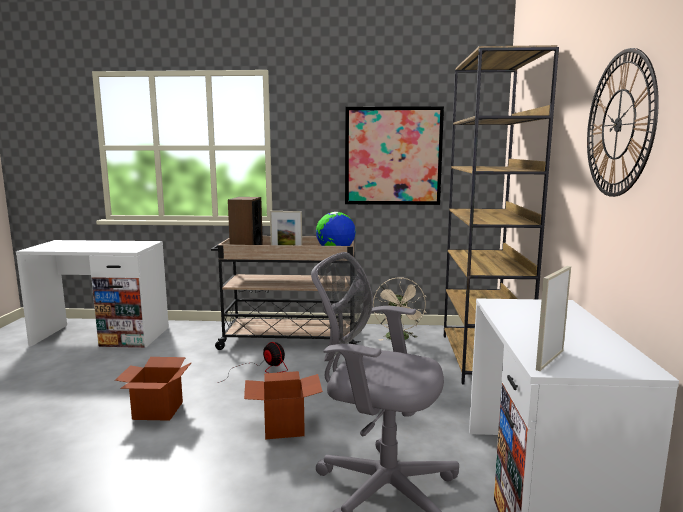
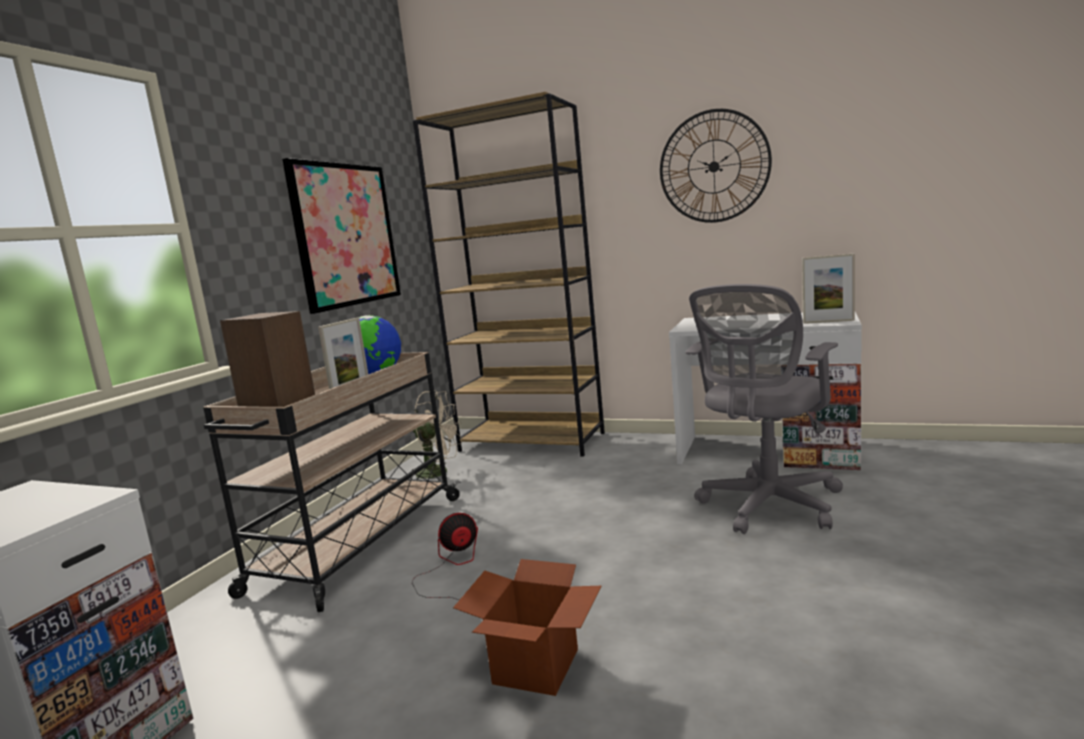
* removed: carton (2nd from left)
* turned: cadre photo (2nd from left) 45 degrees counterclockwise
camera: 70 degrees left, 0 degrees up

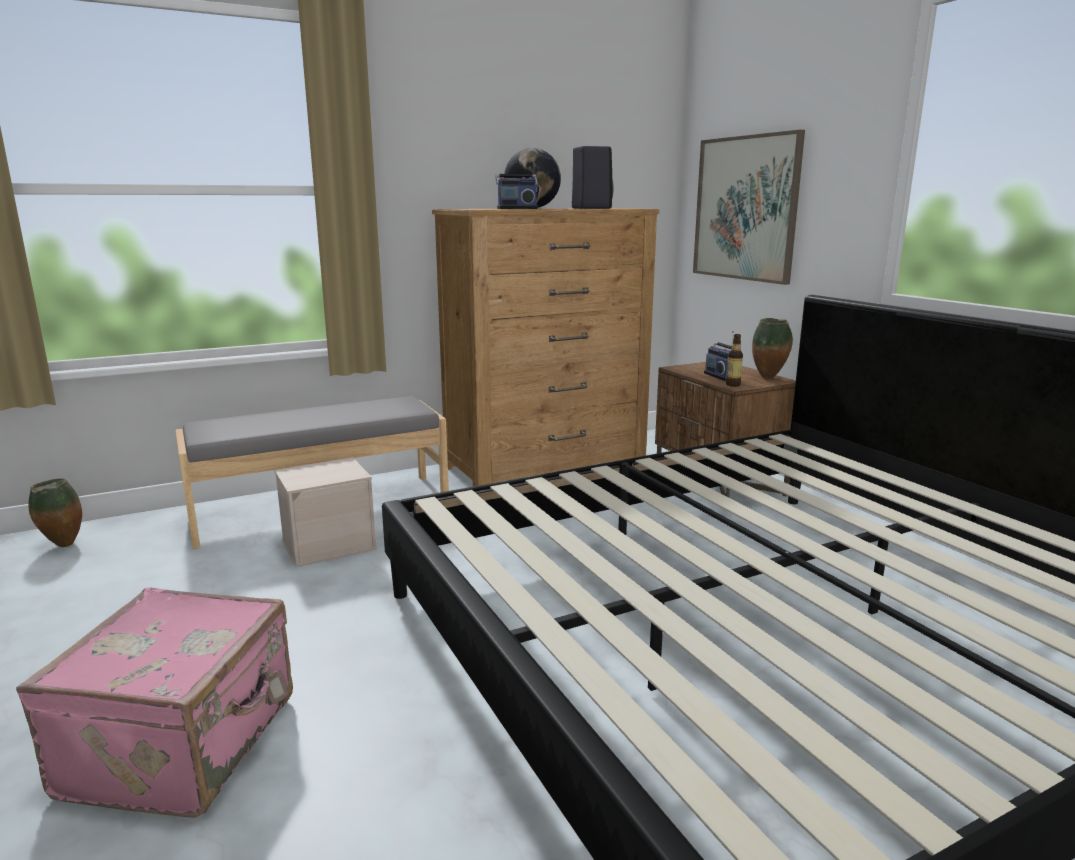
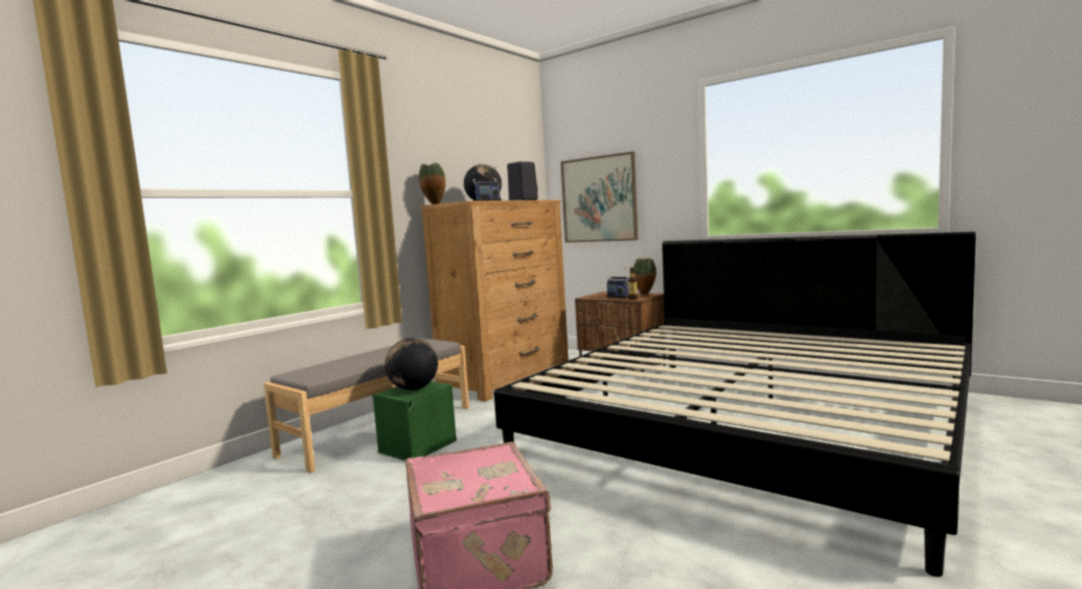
* moved: vase (1st from left)
* recoloured: boîte de rangement (beige) to boîte de rangement (vert)
* added: globe (1st from left)
camera: 25 degrees left, 10 degrees down

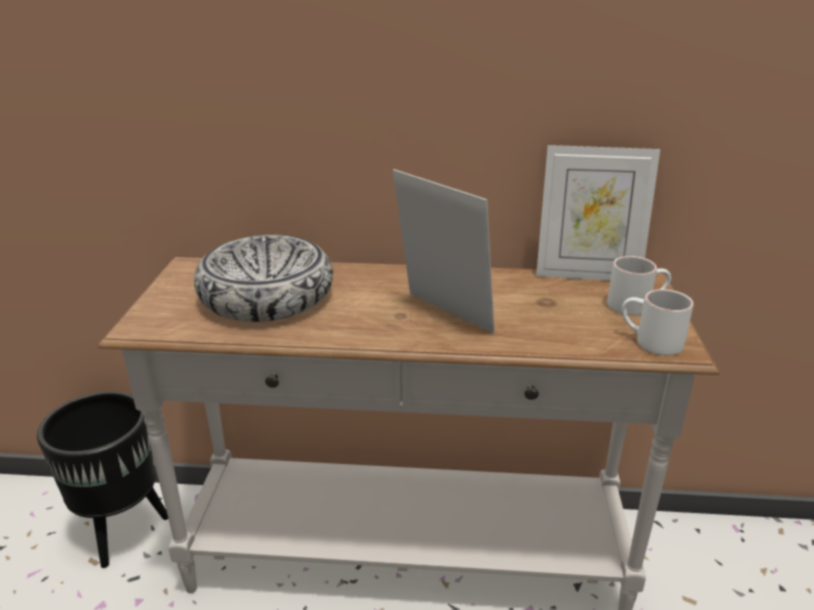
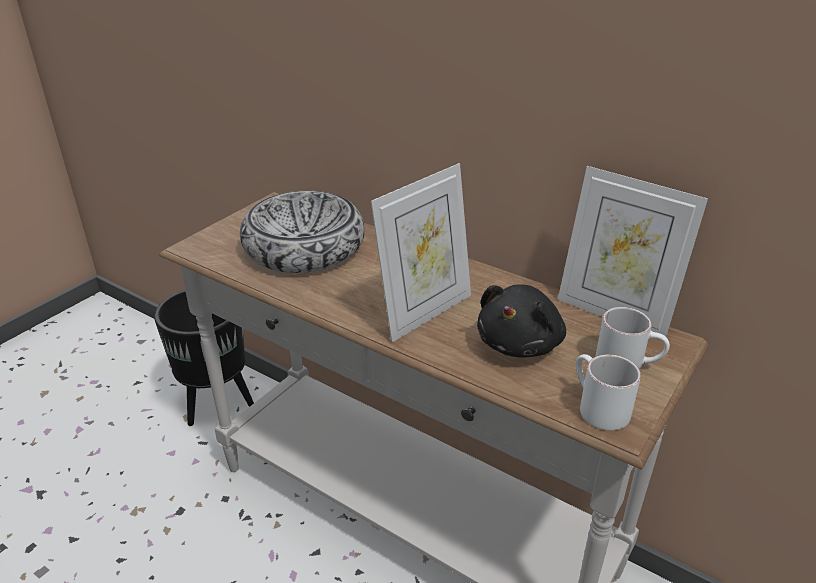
* turned: cadre photo (1st from left) 60 degrees clockwise
* added: peluche (noir)
camera: 30 degrees right, 5 degrees up

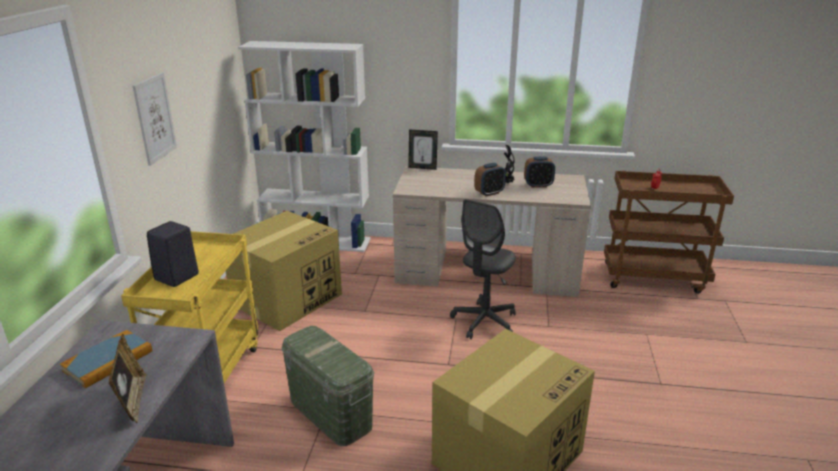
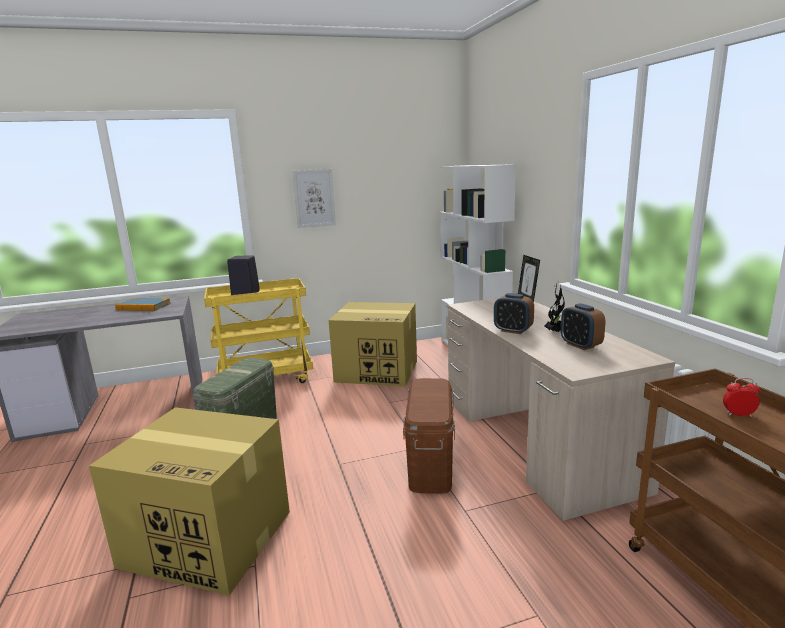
* removed: cadre photo (1st from left)
* replaced: chaise de bureau (gris) to boîte de rangement (marron)
camera: 65 degrees right, 10 degrees down

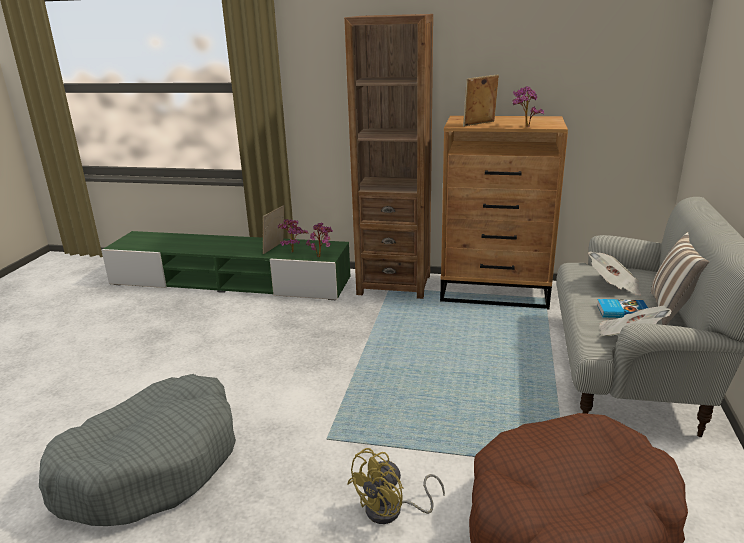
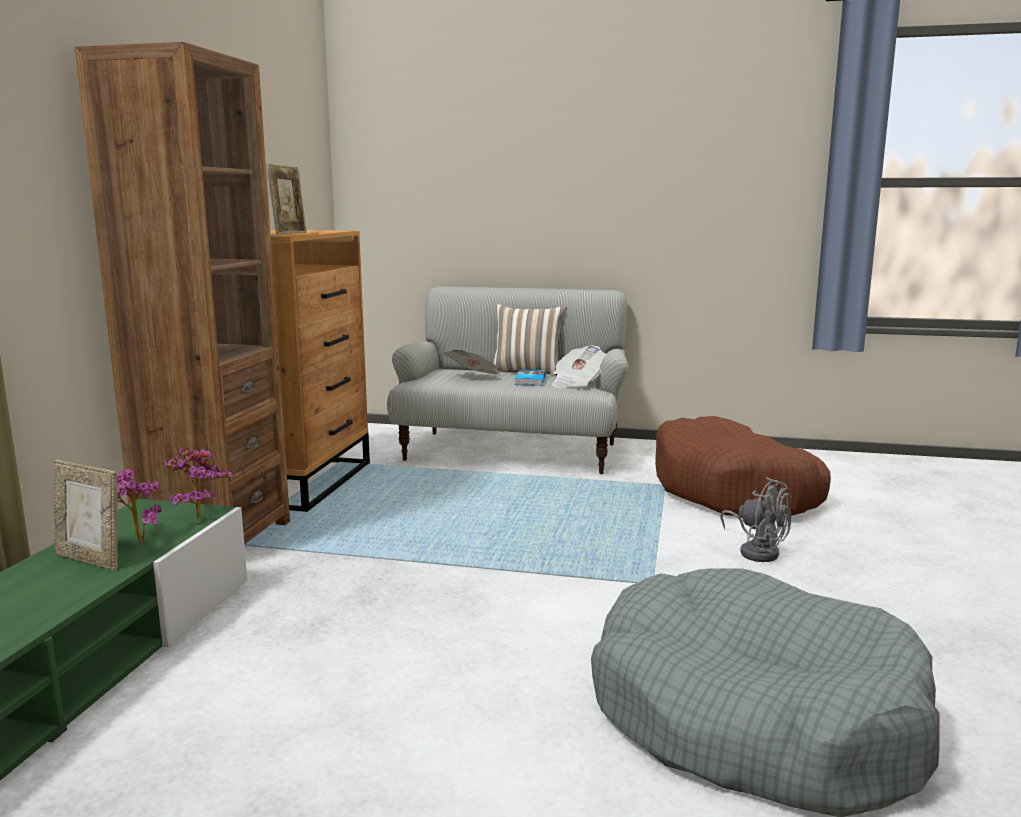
* recoloured: ventilateur (jaune) to ventilateur (gris)
* turned: cadre photo (2nd from left) 135 degrees counterclockwise
* removed: plante en pot (3rd from left)
camera: 90 degrees left, 10 degrees down

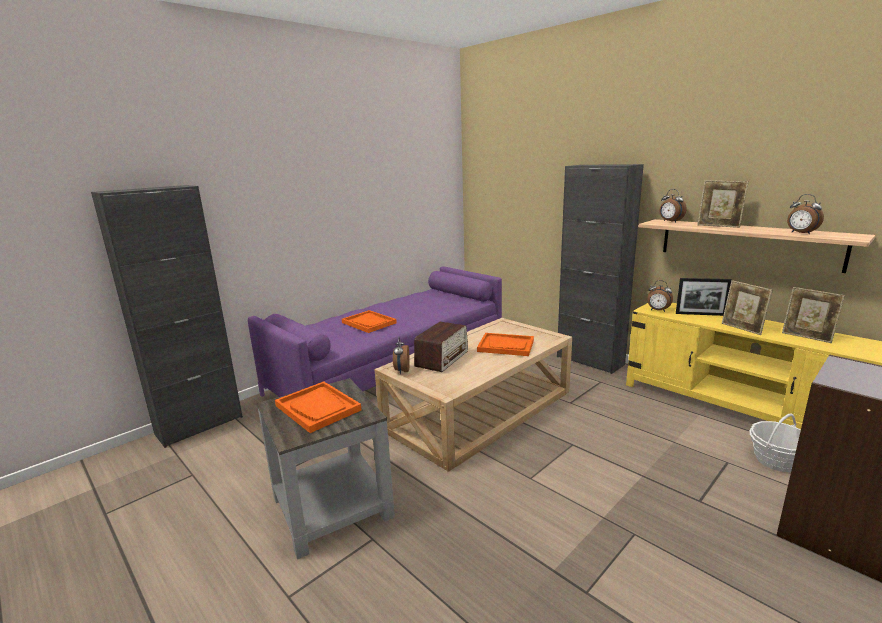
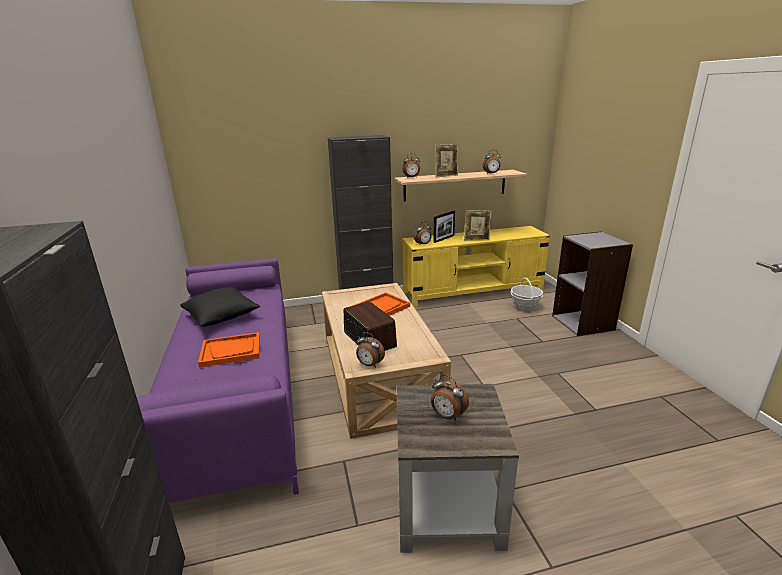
* replaced: plateau (orange) (1st from left) to réveil (4th from left)
* removed: cadre photo (4th from left)
* added: coussin (noir)
camera: 60 degrees left, 5 degrees up

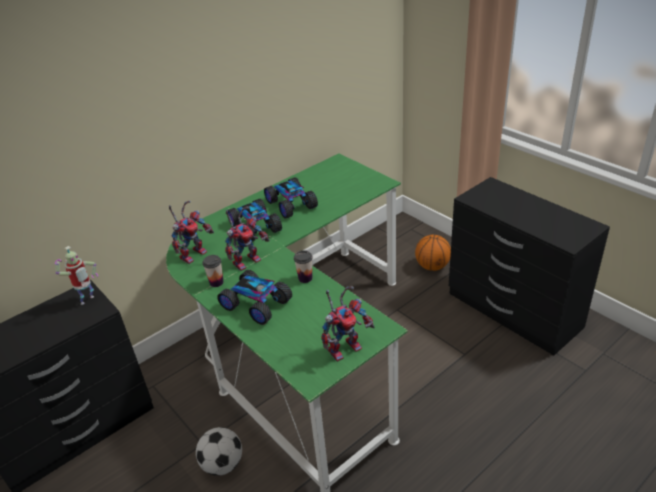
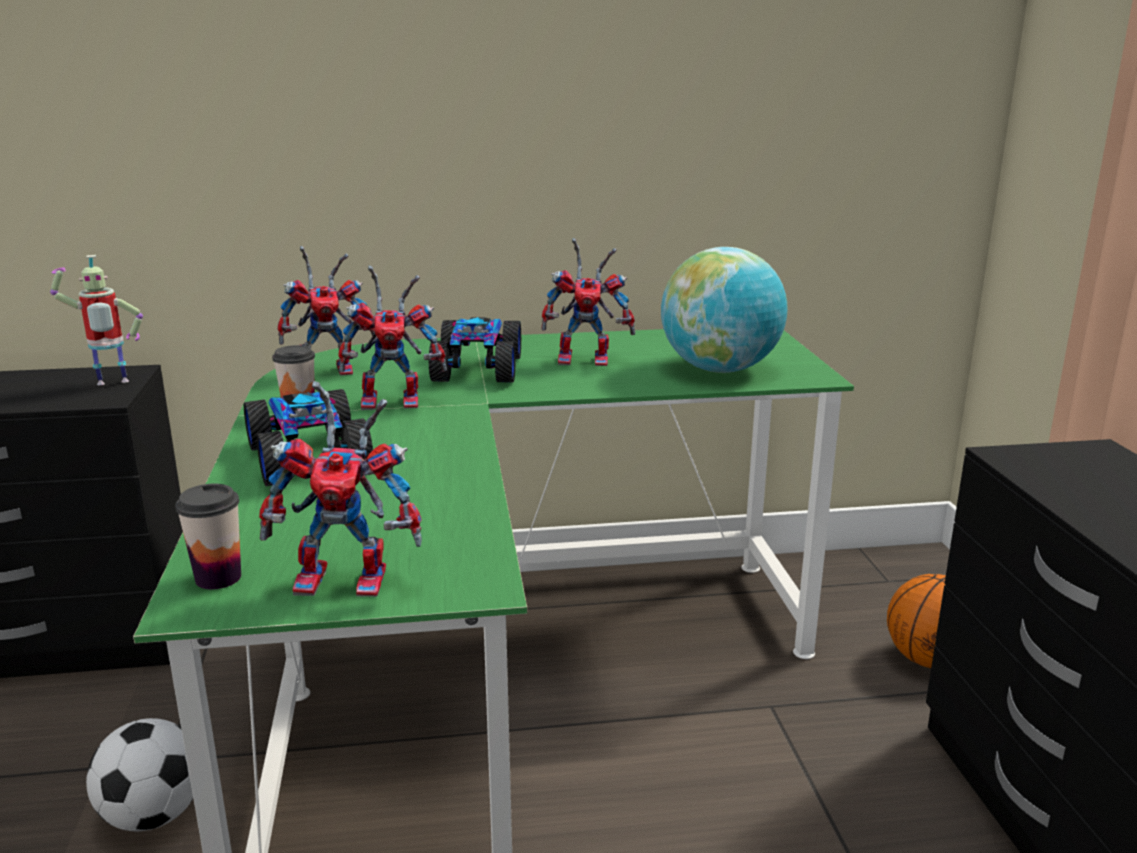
* replaced: petite voiture (3rd from left) to robot jouet (5th from left)
* moved: tasse (2nd from left in the first image) to tasse (1st from left)
* added: globe
camera: 30 degrees right, 15 degrees down

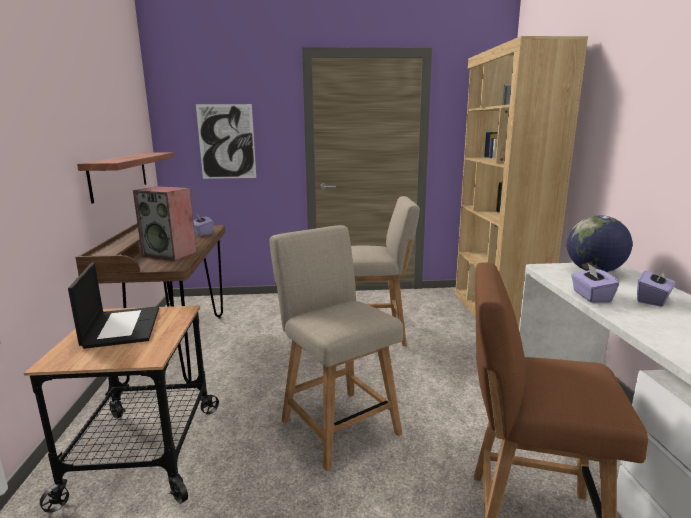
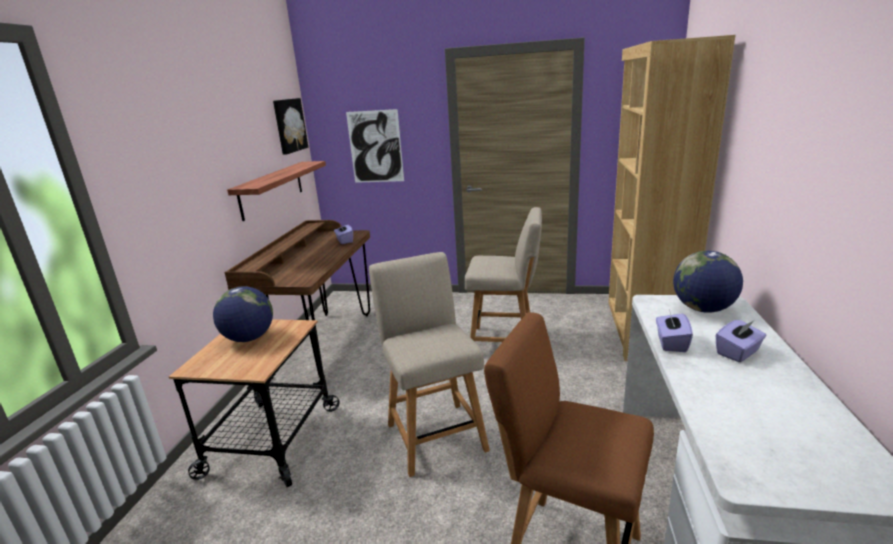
* replaced: ordinateur portable to globe (1st from left)
* removed: enceinte
* added: tableau (1st from left)
camera: 15 degrees right, 5 degrees up

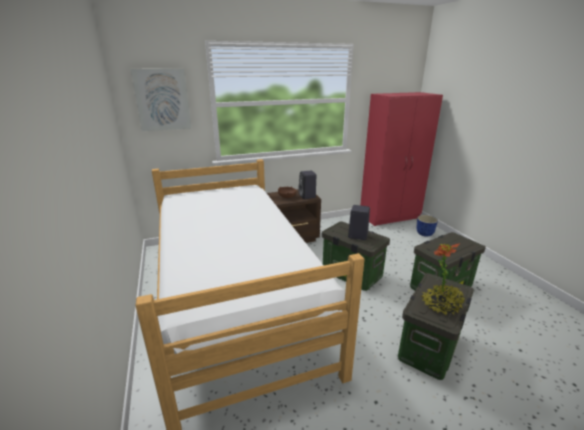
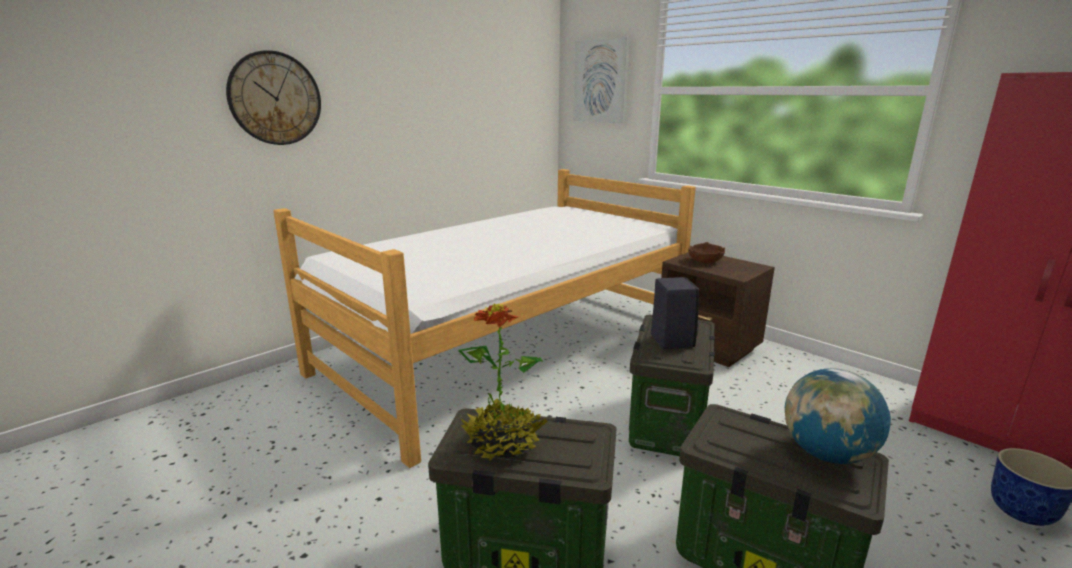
* removed: enceinte (noir) (1st from left)
* added: horloge murale
* added: globe
camera: 65 degrees right, 5 degrees down

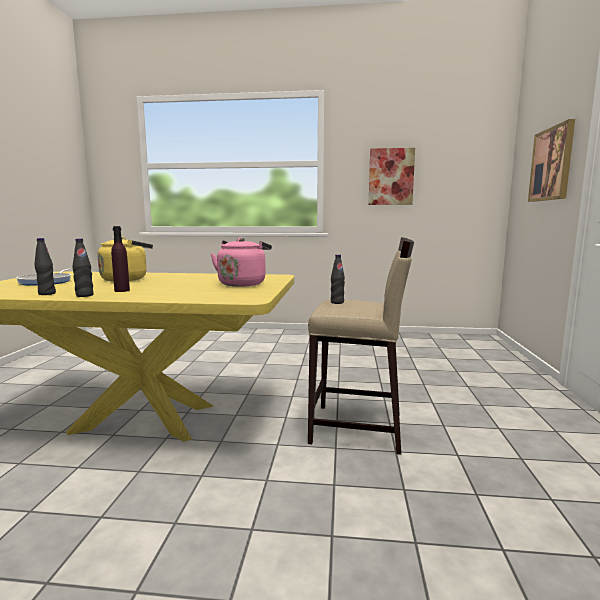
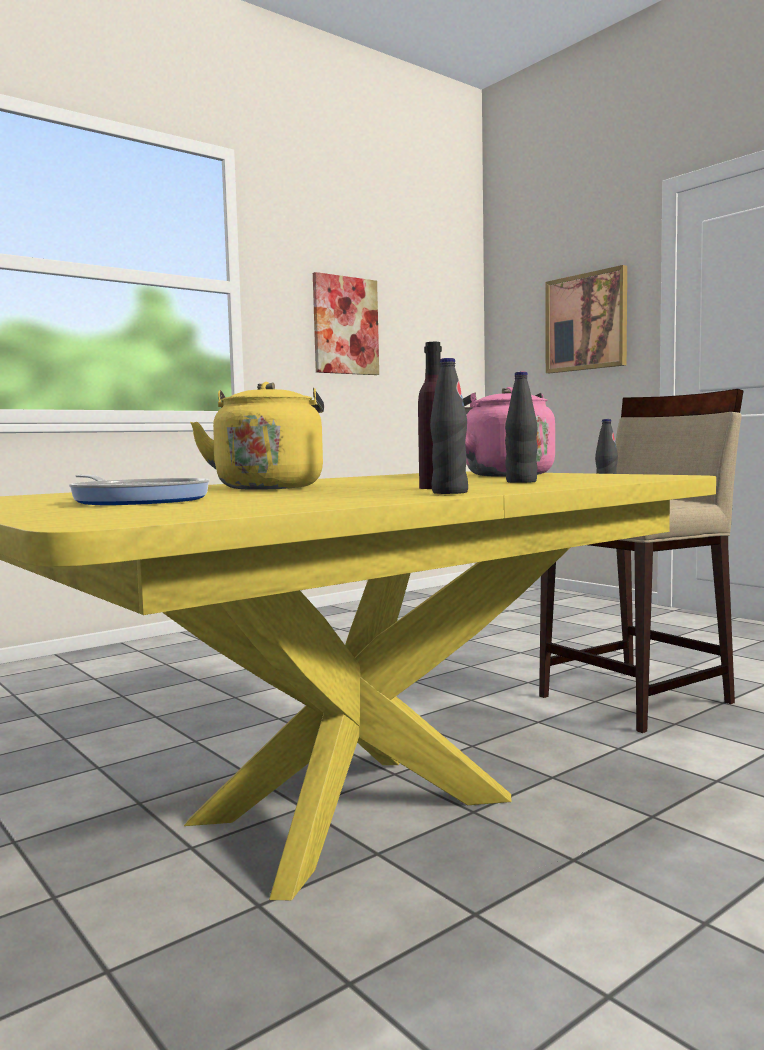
* moved: bouteille (noir) (1st from left in the first image) to bouteille (noir) (2nd from left)
camera: 45 degrees left, 5 degrees down

